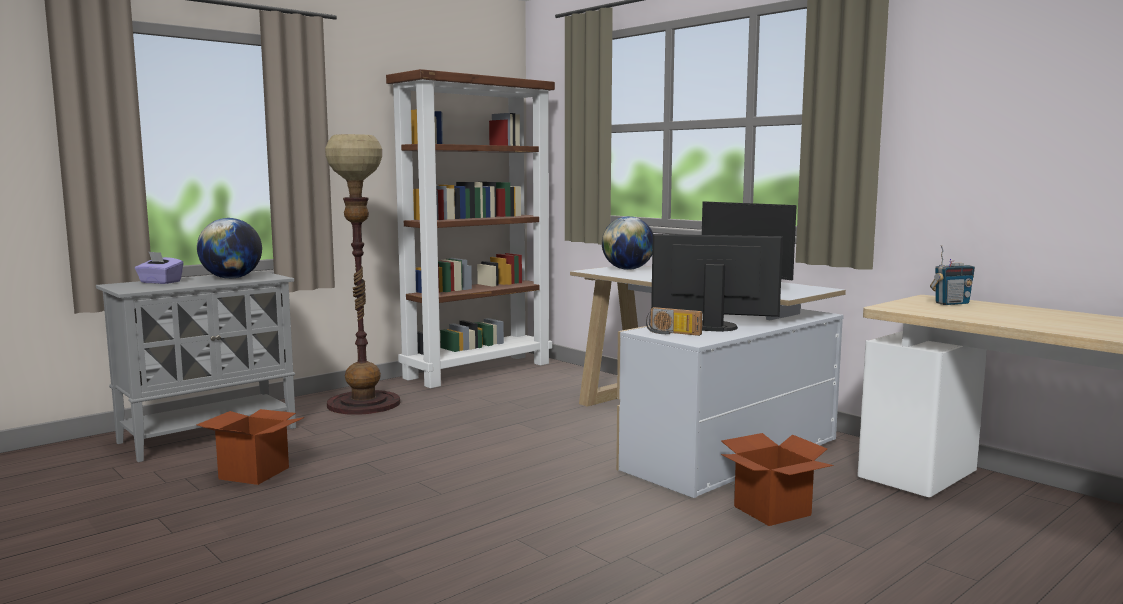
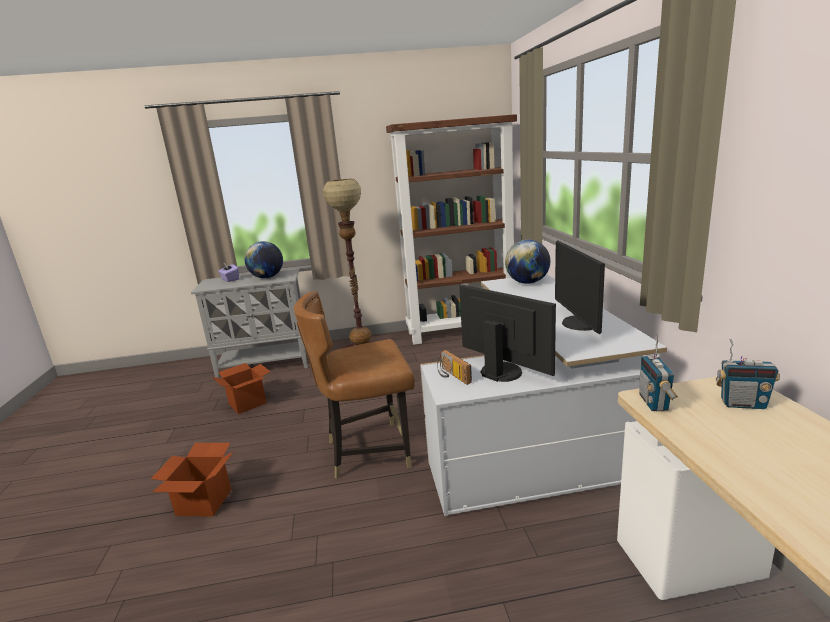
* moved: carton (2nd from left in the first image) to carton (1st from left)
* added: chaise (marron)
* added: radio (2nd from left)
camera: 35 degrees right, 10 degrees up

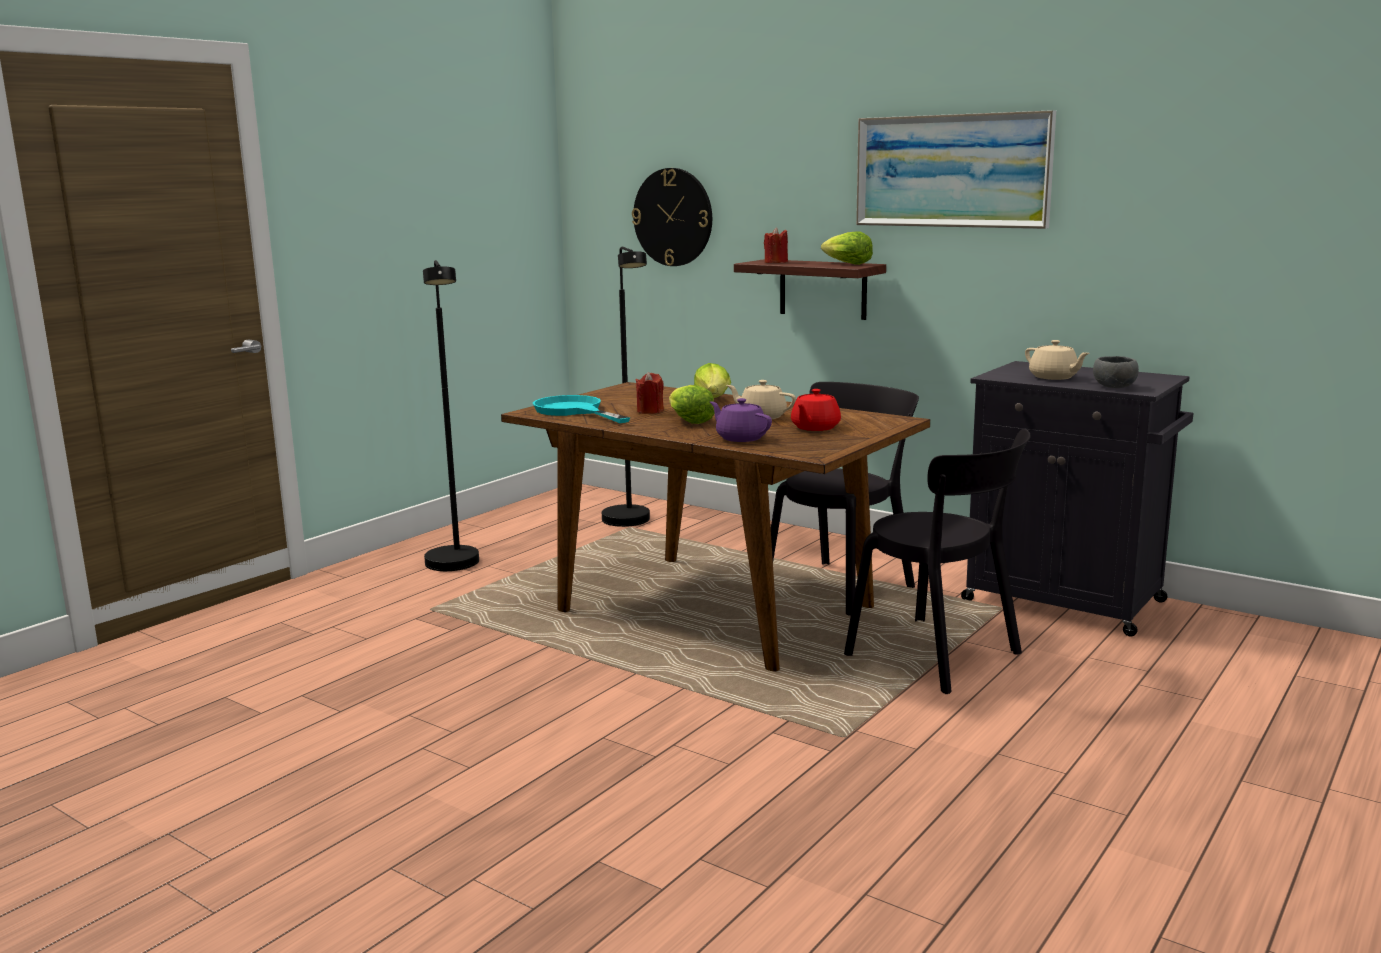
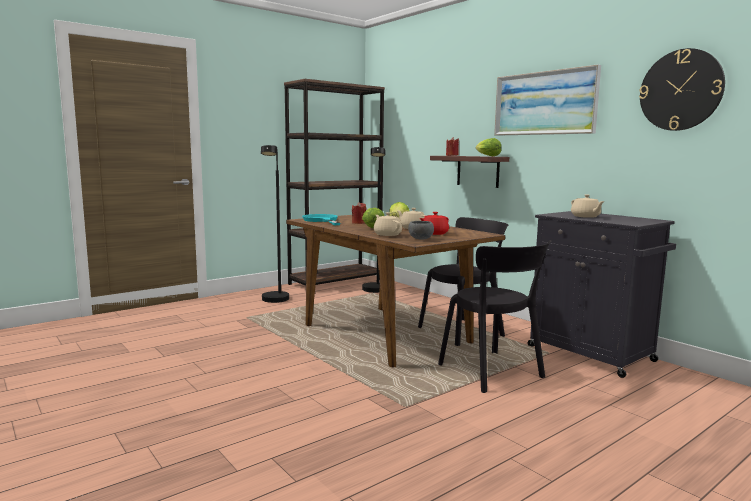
* moved: horloge murale
* recoloured: théière (violet) to théière (beige) (1st from left)
* moved: bol (gris)
* added: bibliothèque (marron)
camera: 15 degrees right, 5 degrees down

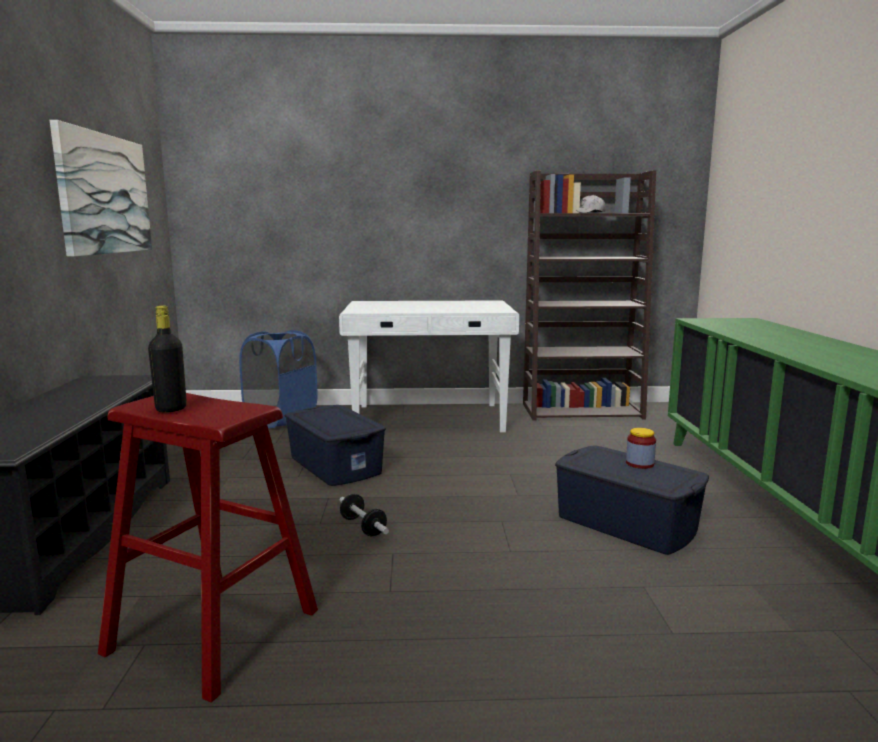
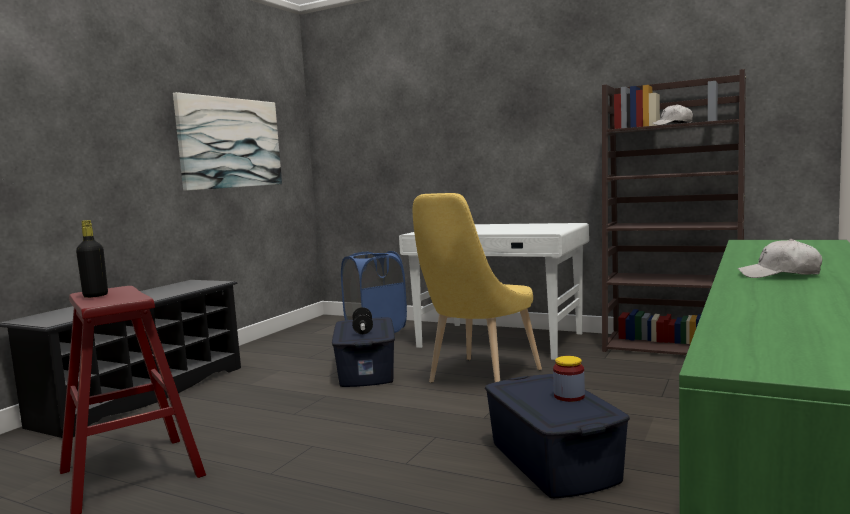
* moved: haltère
* added: chaise (jaune)
* added: casquette (blanc) (2nd from left)
camera: 30 degrees right, 5 degrees down

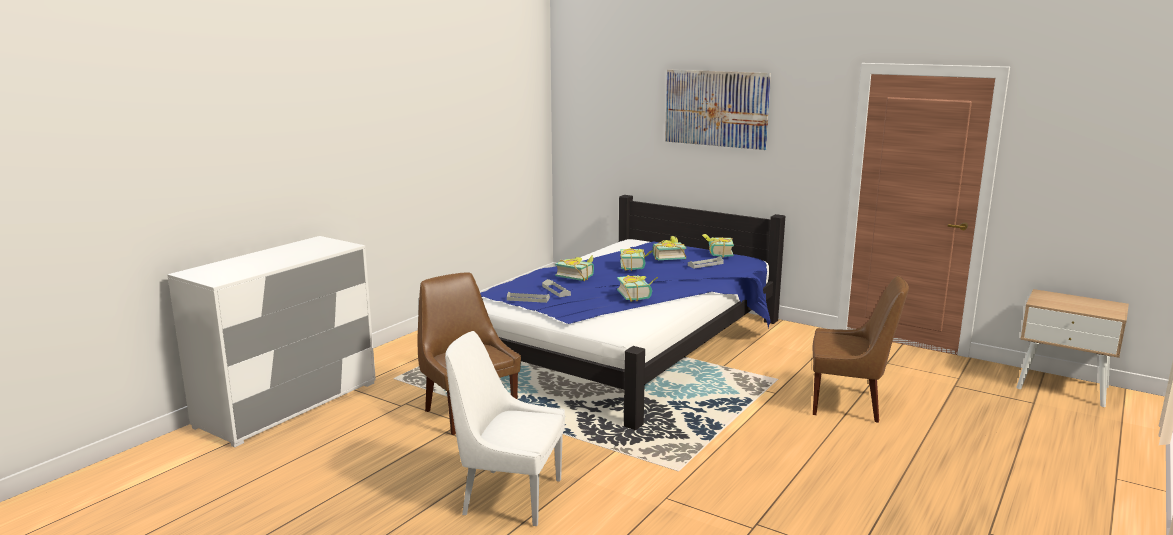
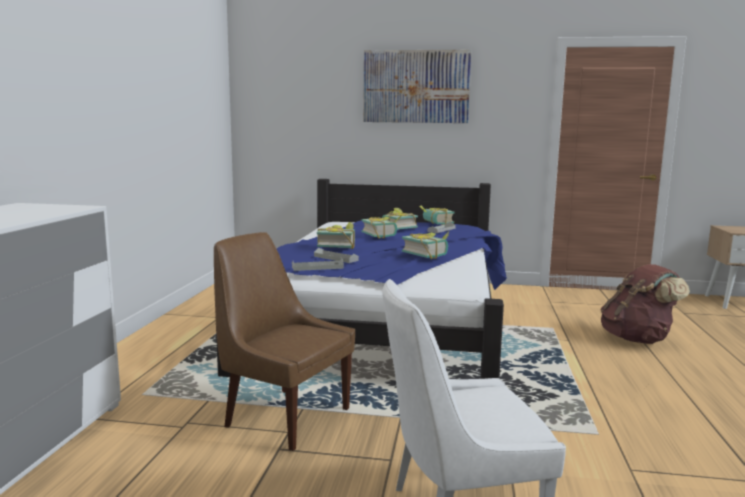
* replaced: chaise (marron) (2nd from left) to sac à dos (marron)
camera: 25 degrees left, 5 degrees down

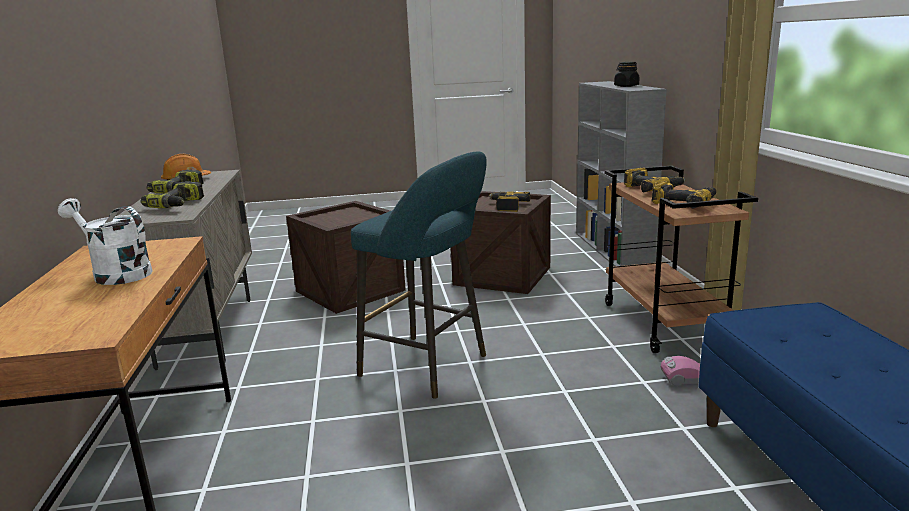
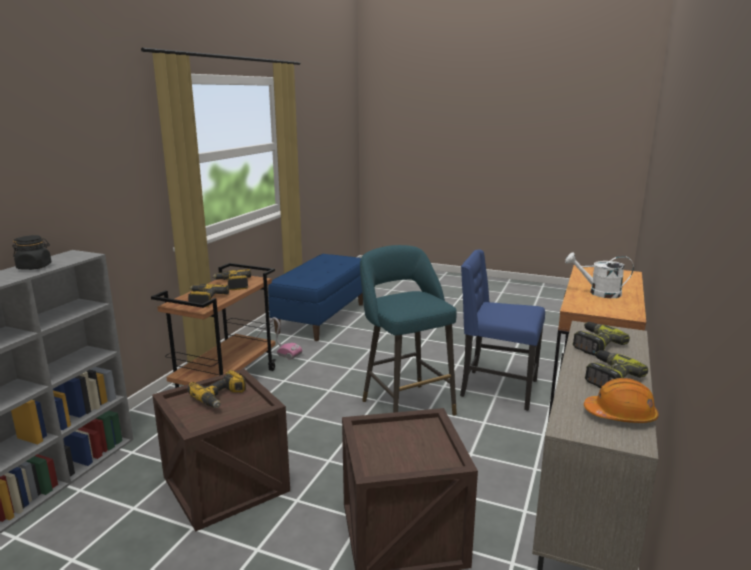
* turned: arrosoir (blanc) 135 degrees clockwise
* added: chaise (bleu)
camera: 150 degrees left, 0 degrees up

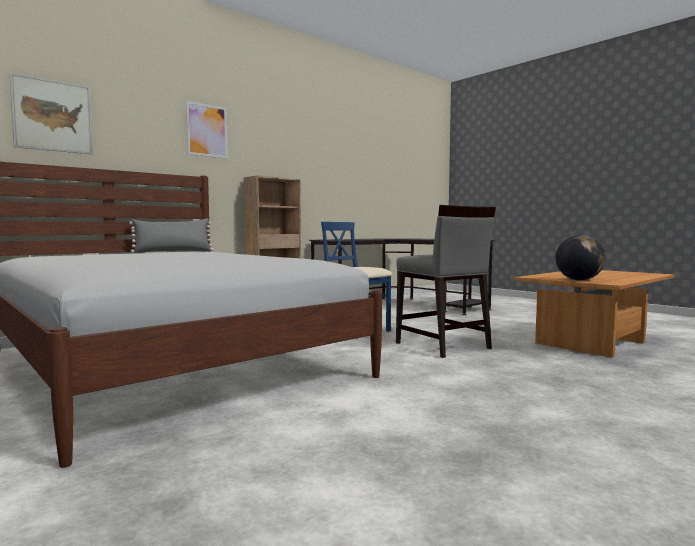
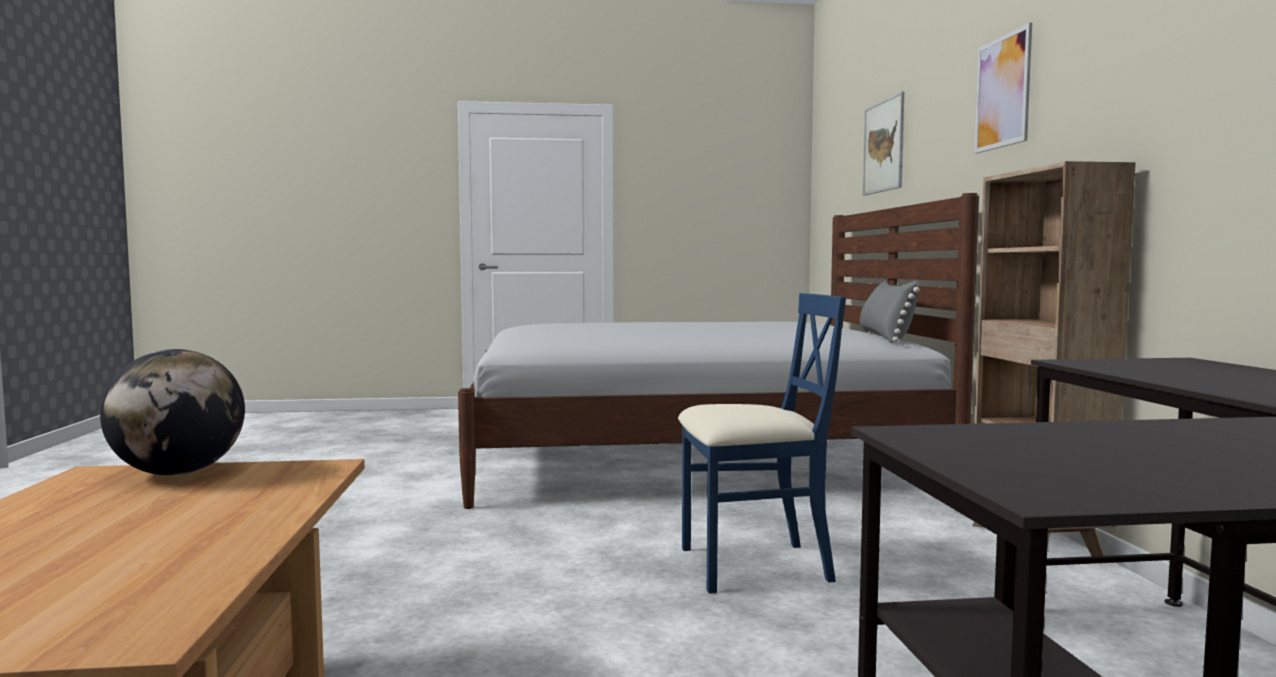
* removed: chaise (gris)
camera: 125 degrees right, 0 degrees up

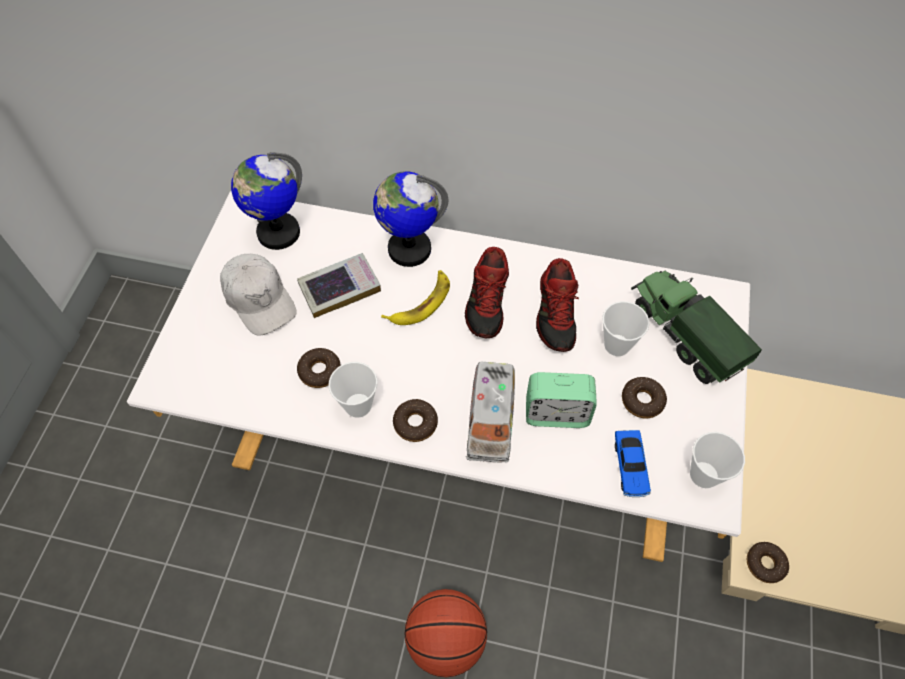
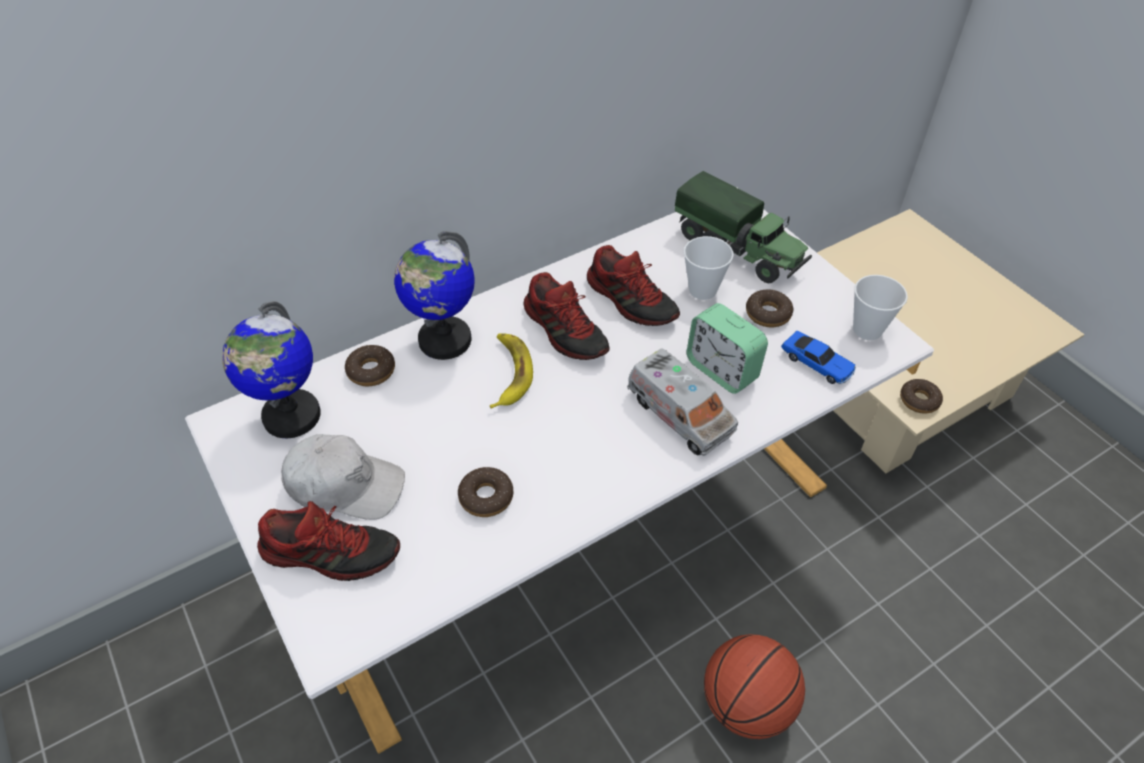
* removed: livre
* removed: tasse (1st from left)
* moved: beignet (2nd from left in the first image) to beignet (1st from left)
* turned: réveil 90 degrees clockwise
* turned: camion jouet (2nd from left) 150 degrees counterclockwise
* added: chaussure (1st from left)
camera: 45 degrees left, 10 degrees down

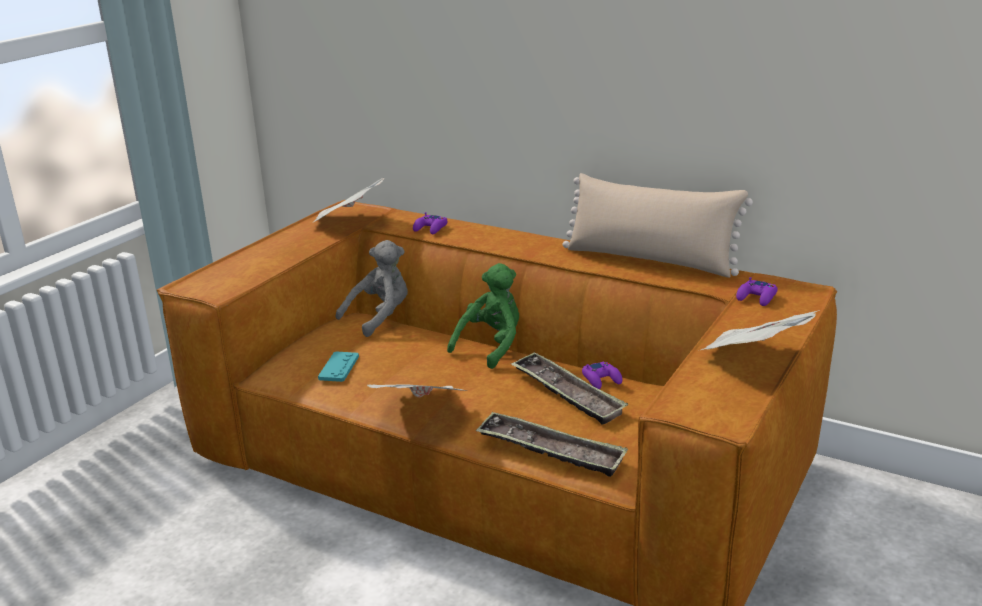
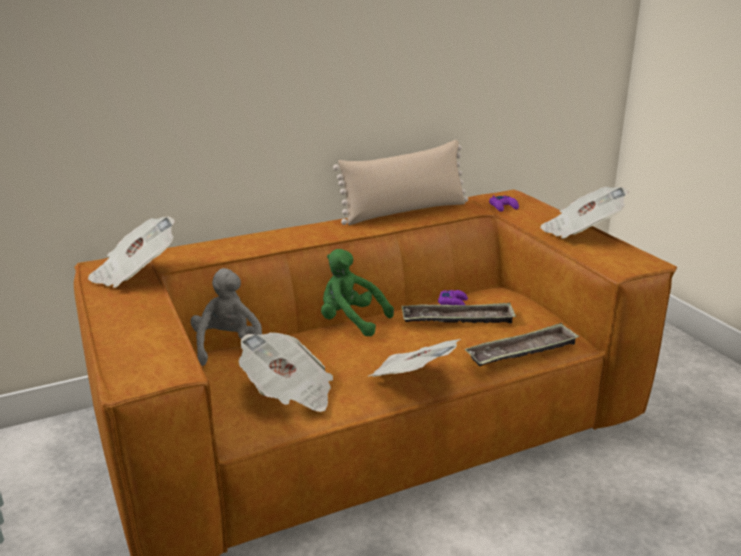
* replaced: manette (turquoise) to journal (2nd from left)
* removed: manette (violet) (1st from left)
* turned: peluche (vert) 45 degrees counterclockwise
camera: 55 degrees left, 0 degrees up

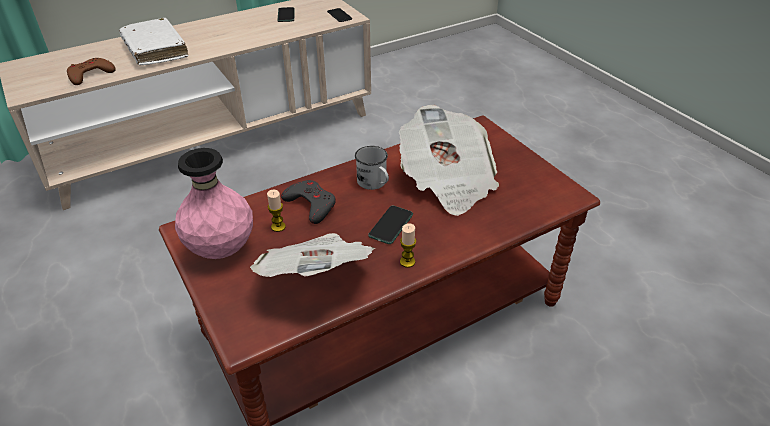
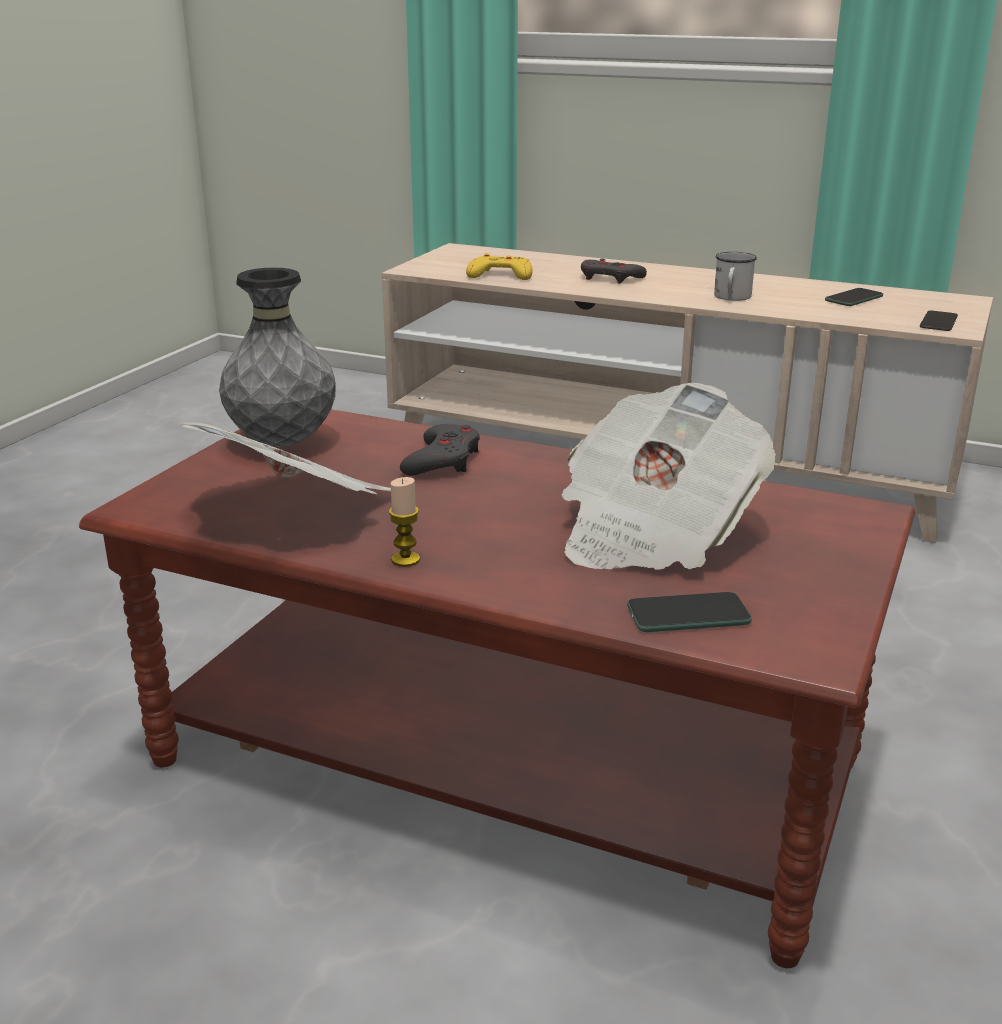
* recoloured: manette (marron) to manette (jaune)
* replaced: livre (blanc) to manette (gris) (2nd from left)
* recoloured: vase (rose) to vase (gris)
* removed: bougie (1st from left)
* moved: mug (blanc)
* moved: téléphone (3rd from left in the first image) to téléphone (1st from left)
camera: 55 degrees right, 15 degrees down

